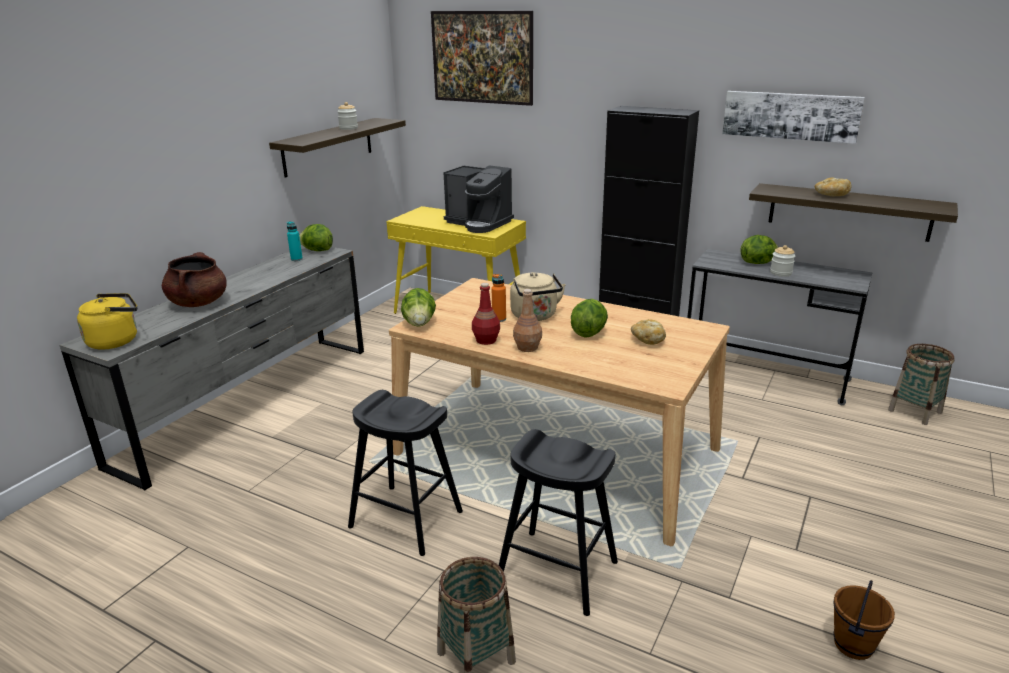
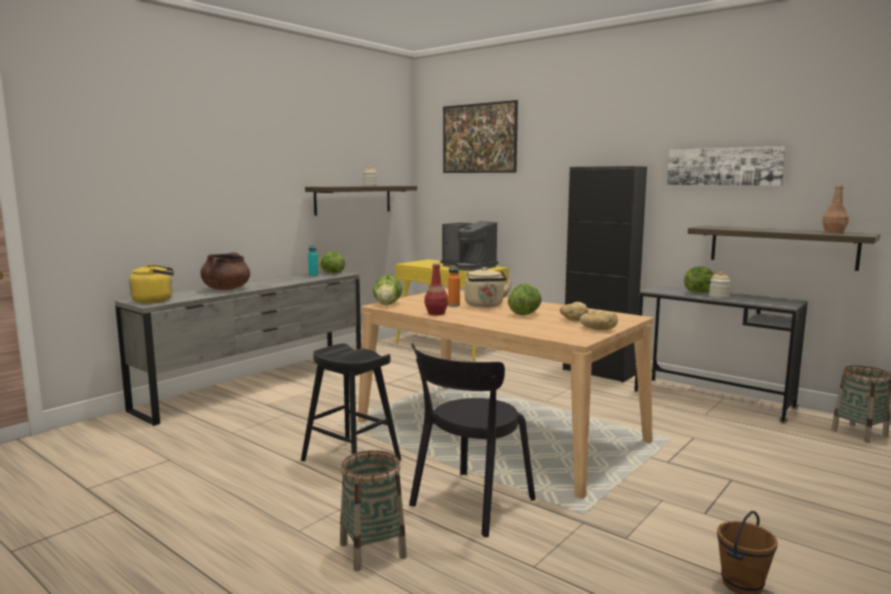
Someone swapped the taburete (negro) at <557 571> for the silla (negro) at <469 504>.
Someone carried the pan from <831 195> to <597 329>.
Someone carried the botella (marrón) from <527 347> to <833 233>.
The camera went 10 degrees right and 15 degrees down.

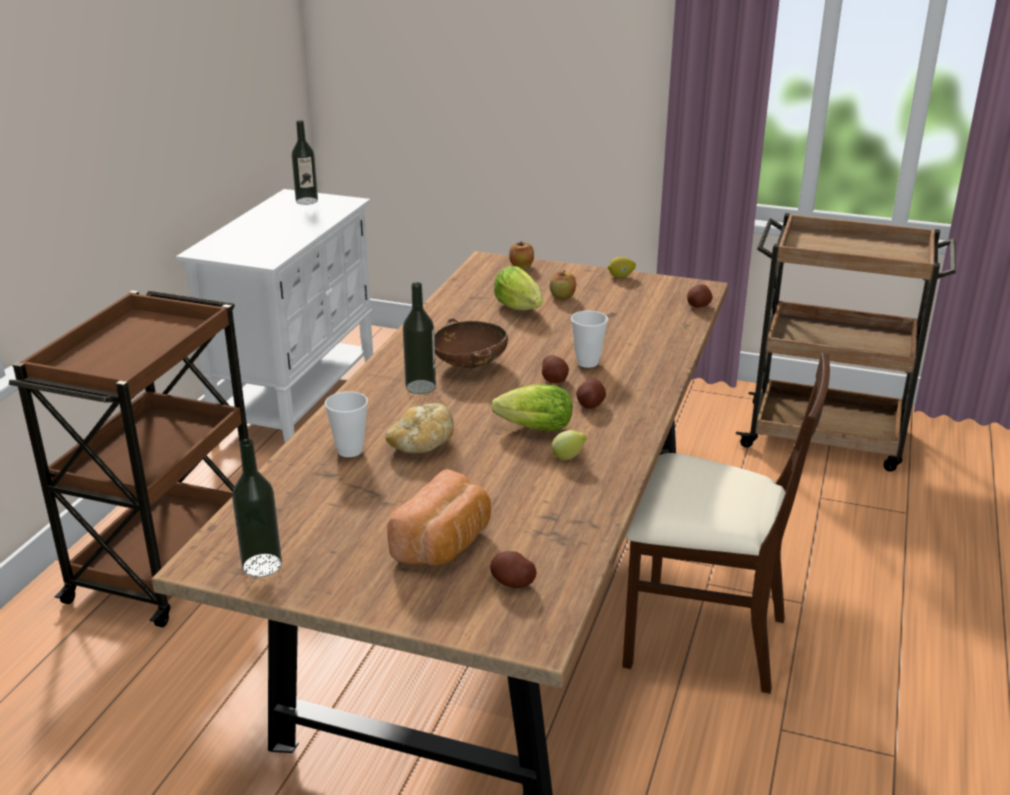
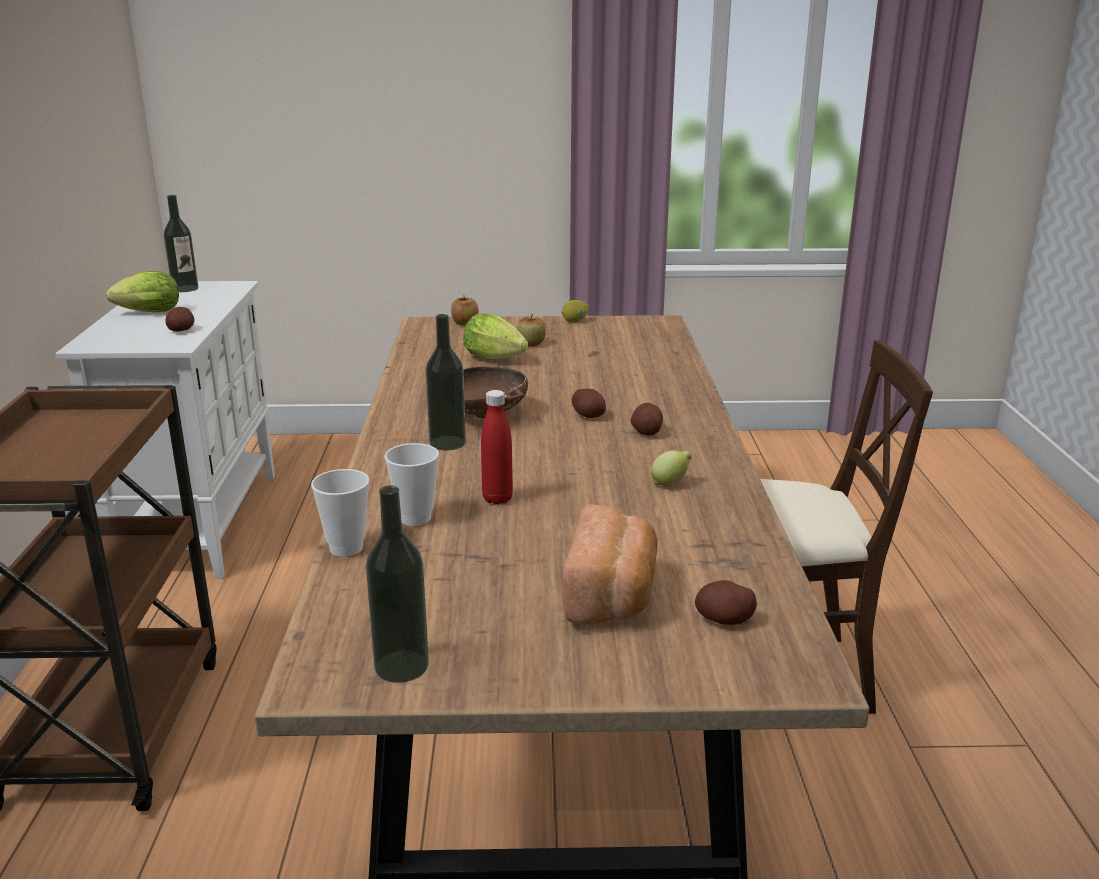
Someone carried the lechuga from <531 428> to <145 313>.
Someone carried the patata from <699 305> to <182 330>.
Someone carried the taza from <587 362> to <346 548>.
Someone swapped the pan at <422 445> for the botella (rojo) at <497 499>.
Someone took away the carrito (marrón) at <826 437>.
The camera went 20 degrees left and 5 degrees down.

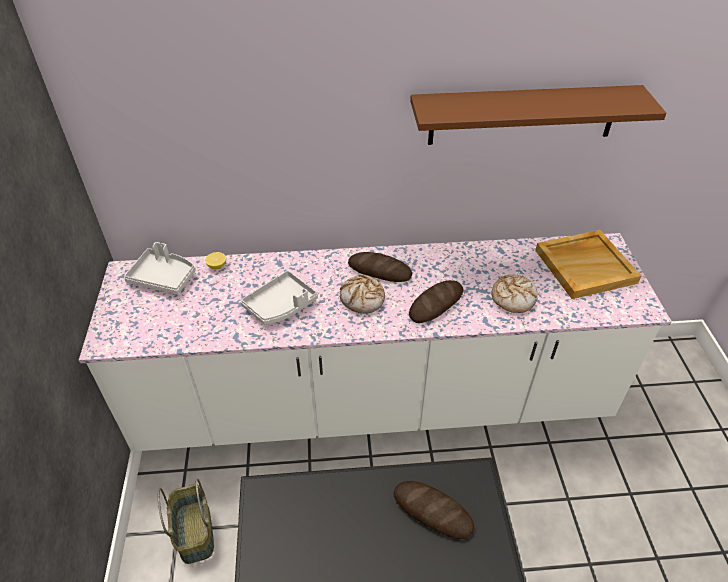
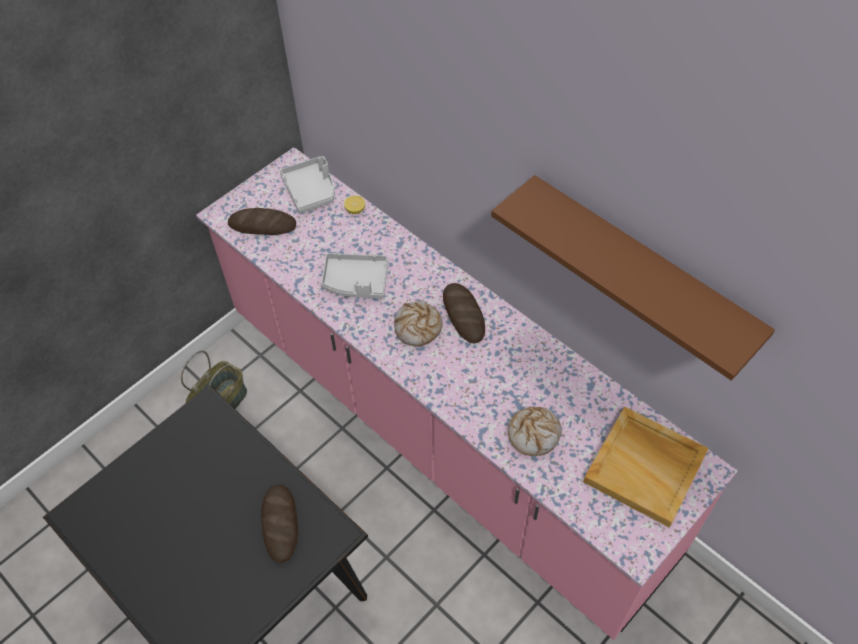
Someone repainted the mueble bajo de cocina (blanco) at <364 404>, which became the mueble bajo de cocina (rosa) at <432 423>.
Someone carried the pan from <436 304> to <262 225>.
The camera went 50 degrees right and 10 degrees up.

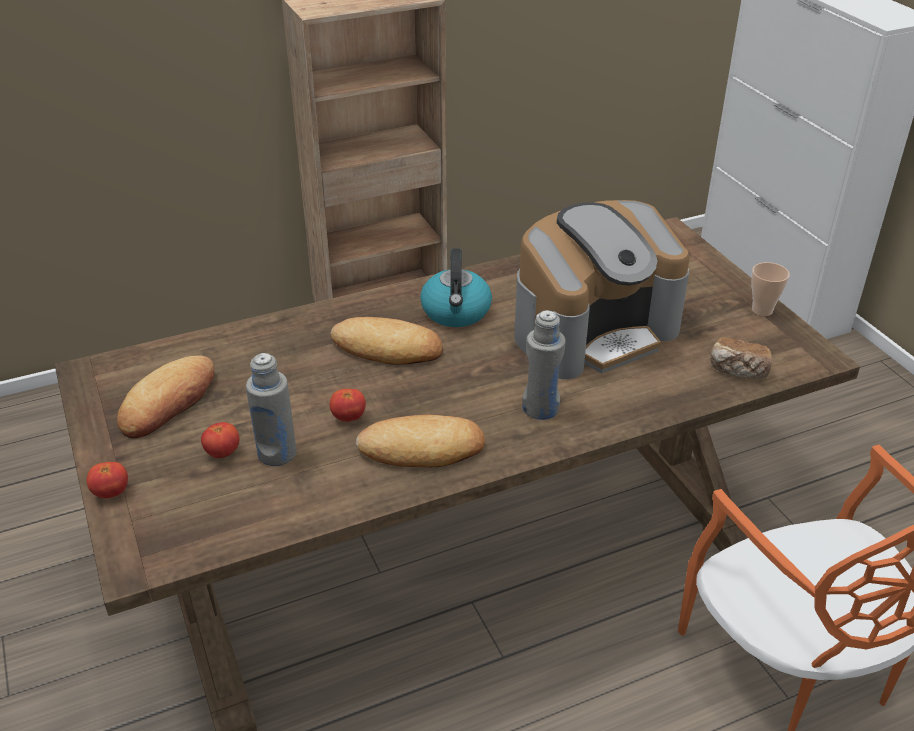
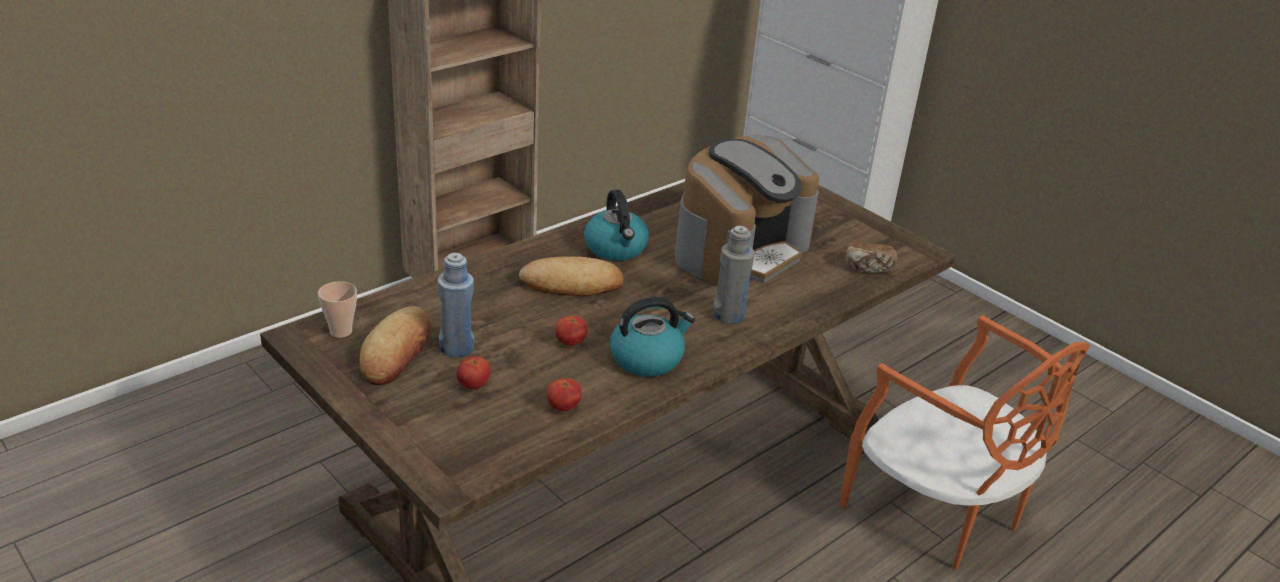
Someone carried the taza from <762 310> to <341 331>.
Someone put down the botella (azul) at <456 348>.
Someone carried the tomate from <111 492> to <563 407>.
Someone swapped the pan at <422 448> for the hervidor at <647 358>.
Someone took away the botella (gris) at <277 453>.
The camera went 20 degrees left and 5 degrees down.

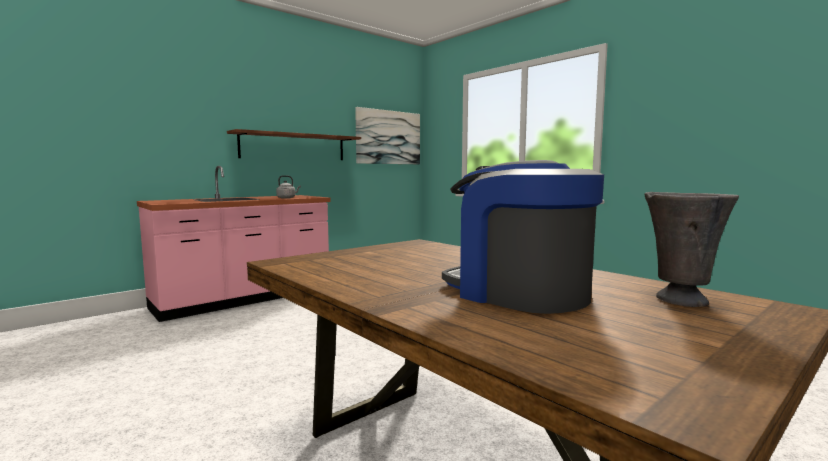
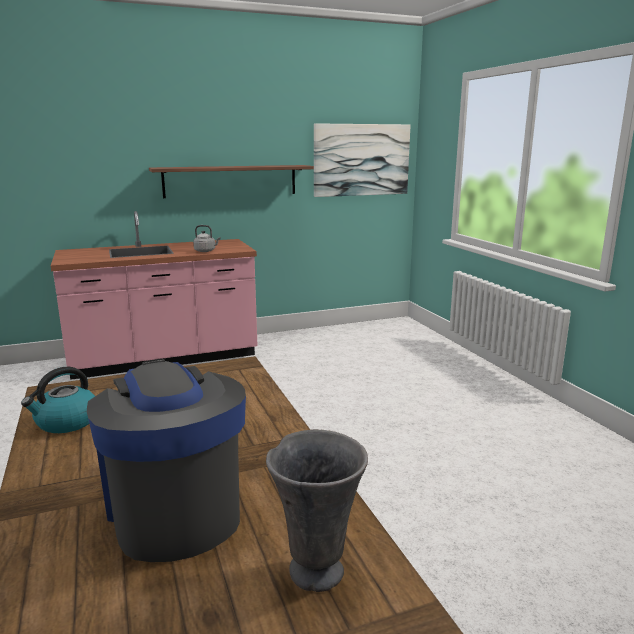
Someone put down the hervidor at <66 422>.
The camera went 20 degrees right and 10 degrees up.

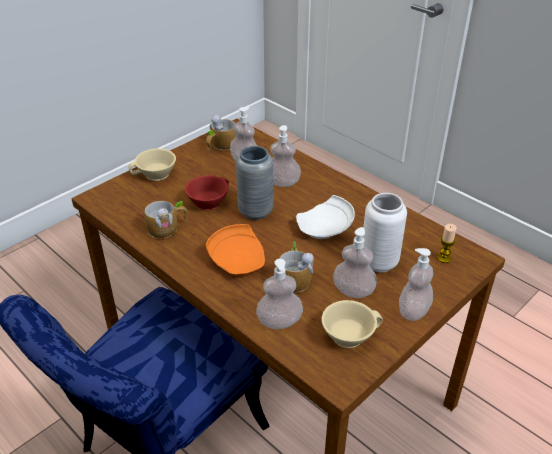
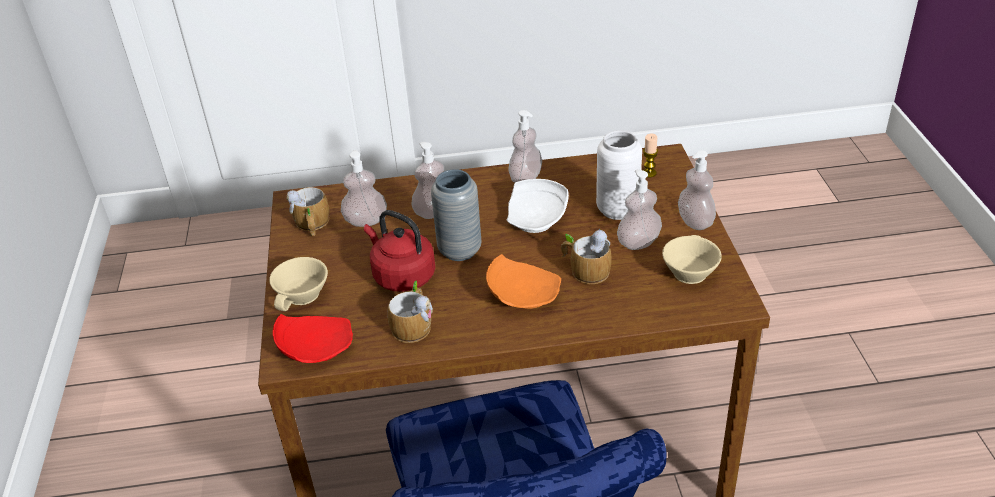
Someone put down the plato (rojo) at <315 348>.
Someone swapped the taza (rojo) at <207 201> for the hervidor (rojo) at <401 276>.
Someone carried the dispensador de jabón from <279 321> to <525 178>.
The camera went 50 degrees left and 0 degrees up.

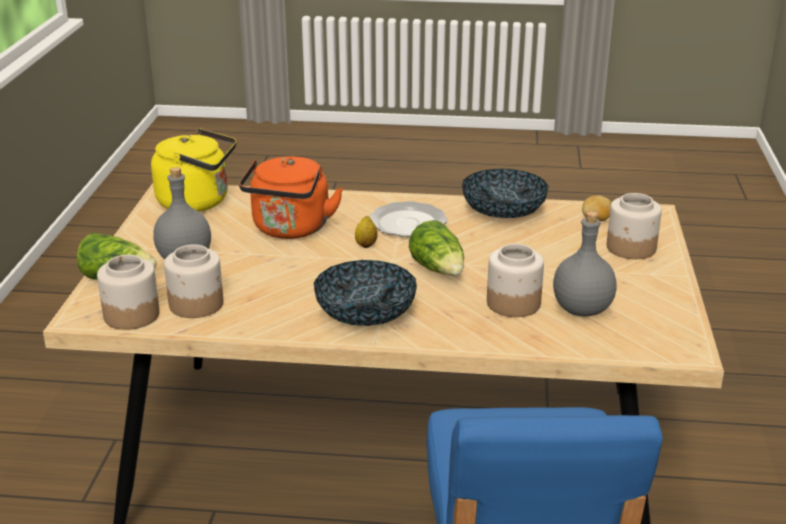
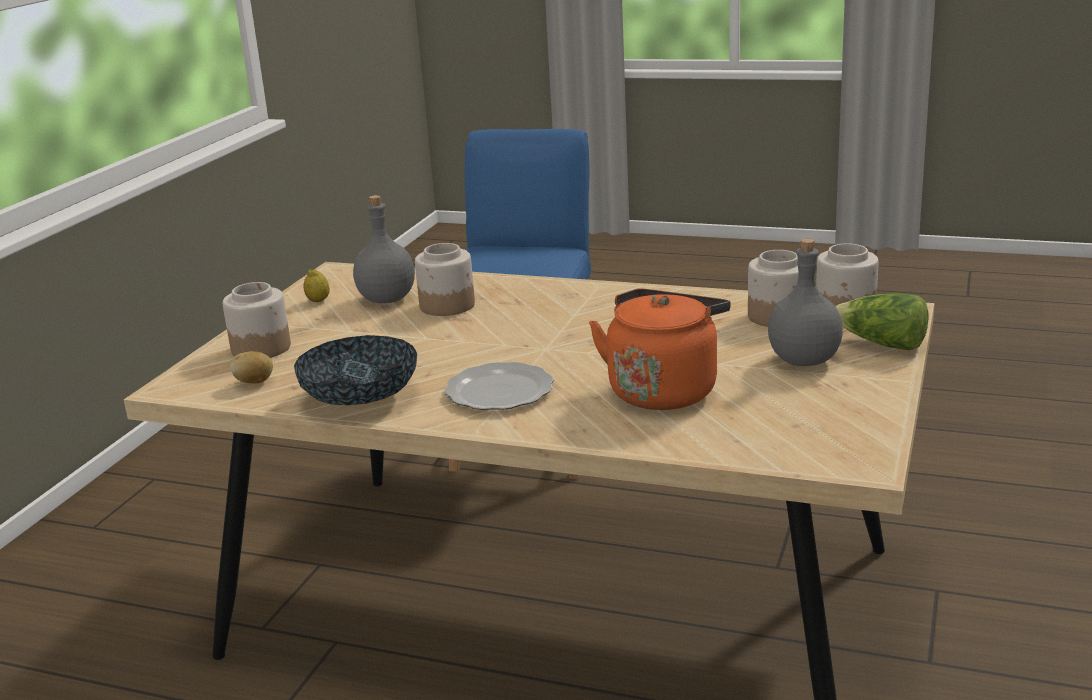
Someone carried the limón from <366 245> to <318 301>.
Someone took away the hervidor (amarillo) at <198 202>.
Someone took away the cuenco at <365 315>.
Someone took away the lechuga at <439 270>.
The camera went 165 degrees left and 5 degrees down.

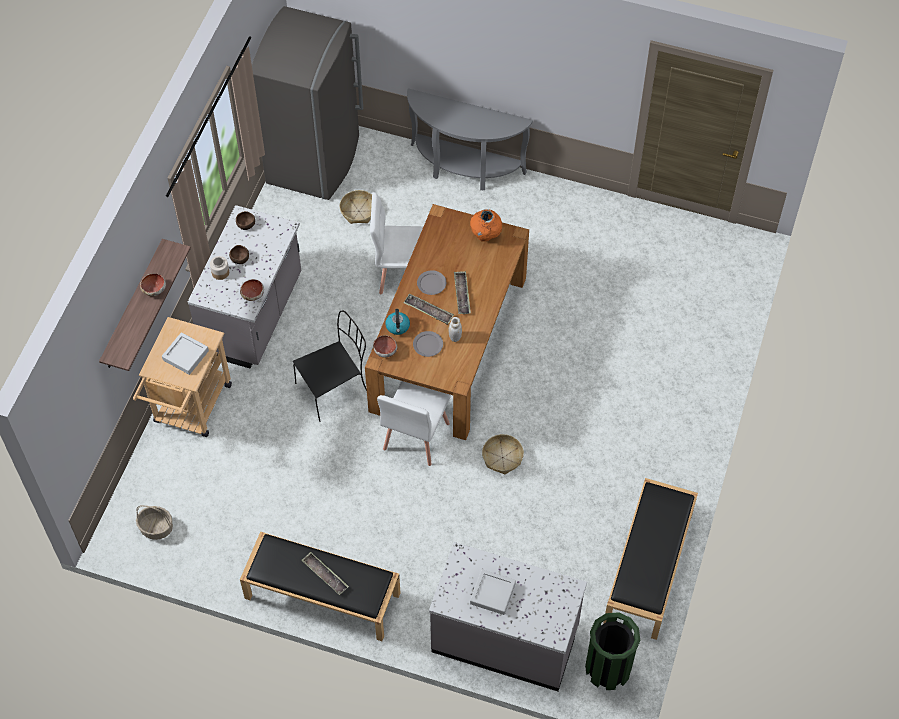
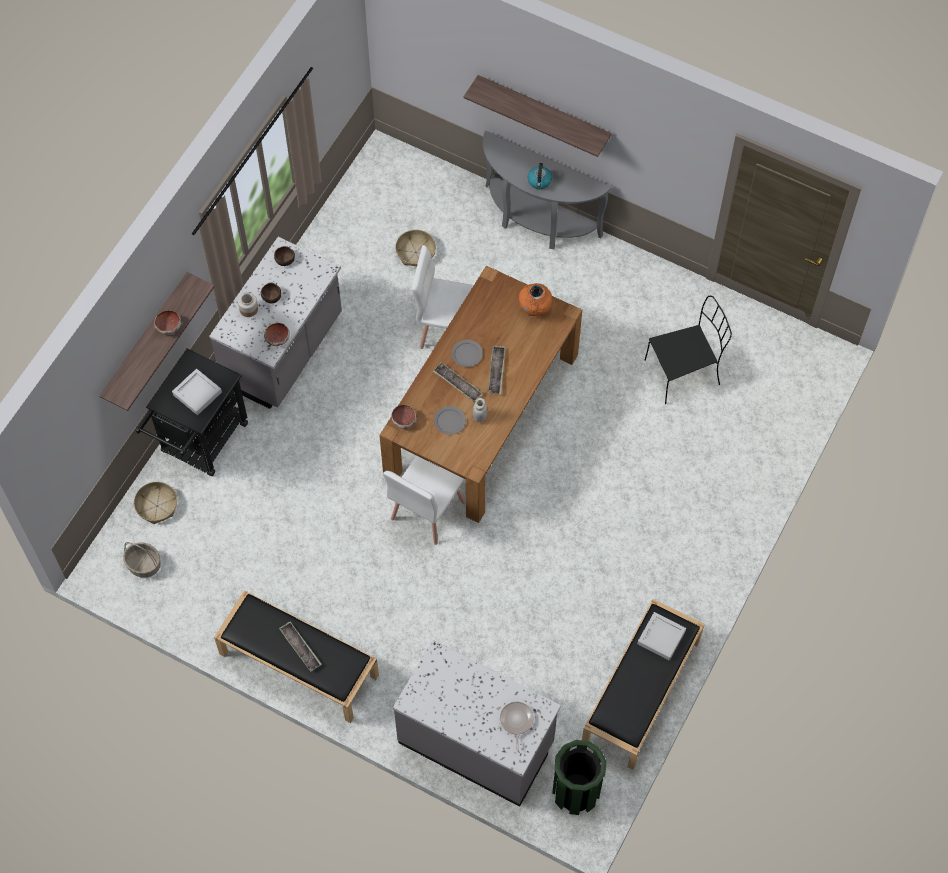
Someone carried the cesta from <502 457> to <157 506>.
Someone repainted the carrito (beis) at <190 409>, which became the carrito (negro) at <200 443>.
Someone put up the estante at <543 112>.
Someone put down the sartén at <516 721>.
Someone carried the hervidor from <398 327> to <539 181>.
Someone carried the bandeja (gris) from <492 593> to <661 637>.
Someone carried the silla (negro) from <334 388> to <684 372>.
Someone took away the nevera (gris) at <314 160>.
The camera went 10 degrees right and 5 degrees up.

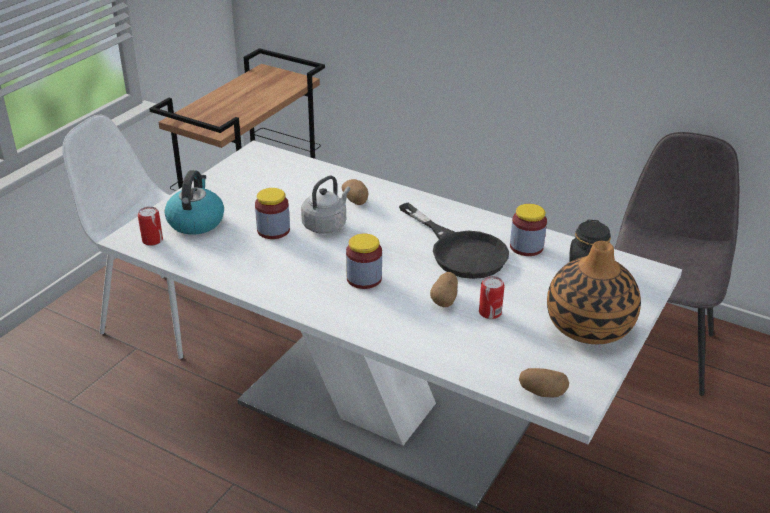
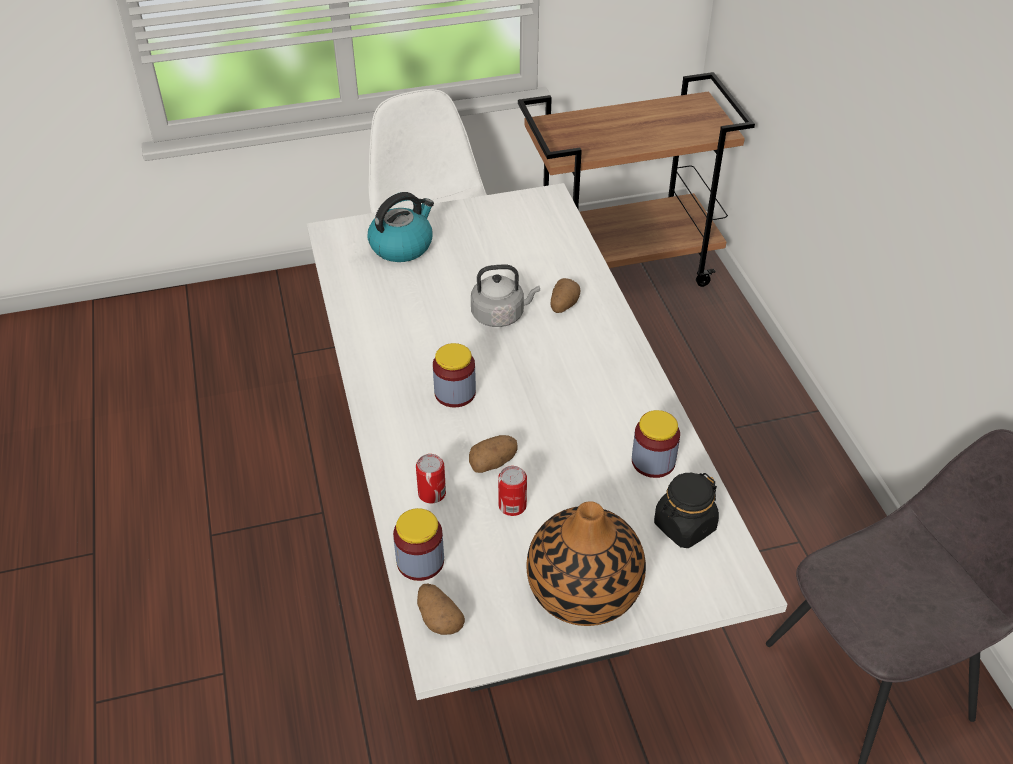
Someone carried the tarro from <273 230> to <420 561>.
Someone carried the lata from <152 240> to <432 493>.
Someone took away the sartén (negro) at <460 251>.
The camera went 45 degrees right and 10 degrees up.

